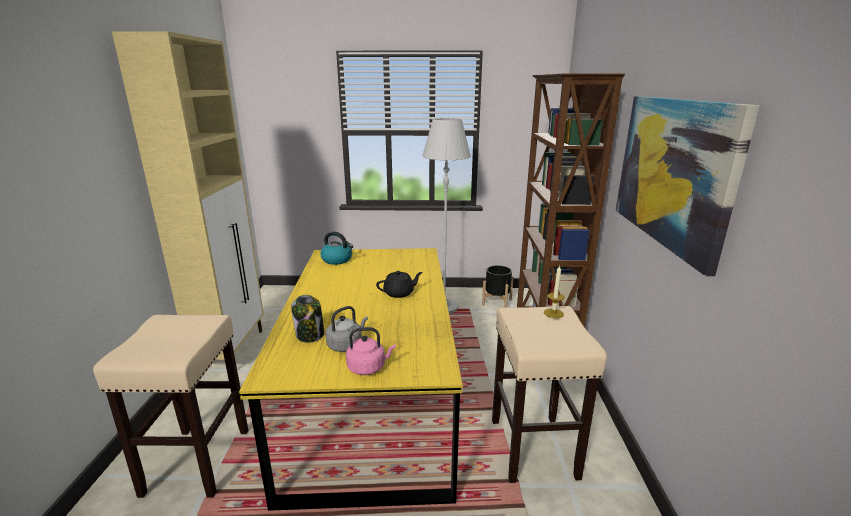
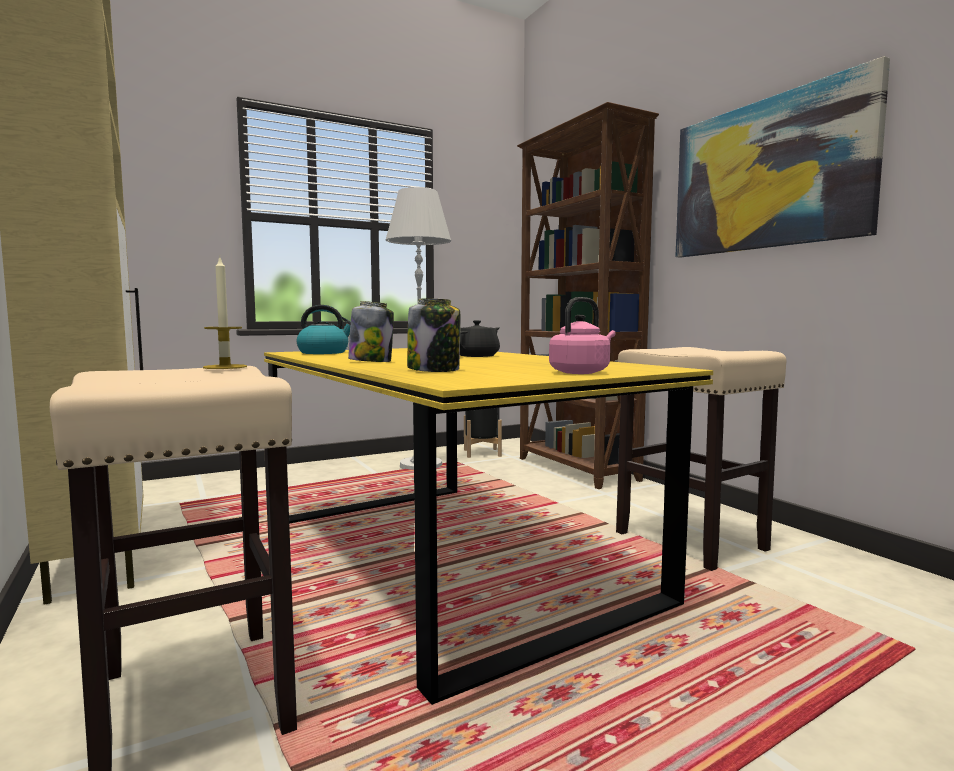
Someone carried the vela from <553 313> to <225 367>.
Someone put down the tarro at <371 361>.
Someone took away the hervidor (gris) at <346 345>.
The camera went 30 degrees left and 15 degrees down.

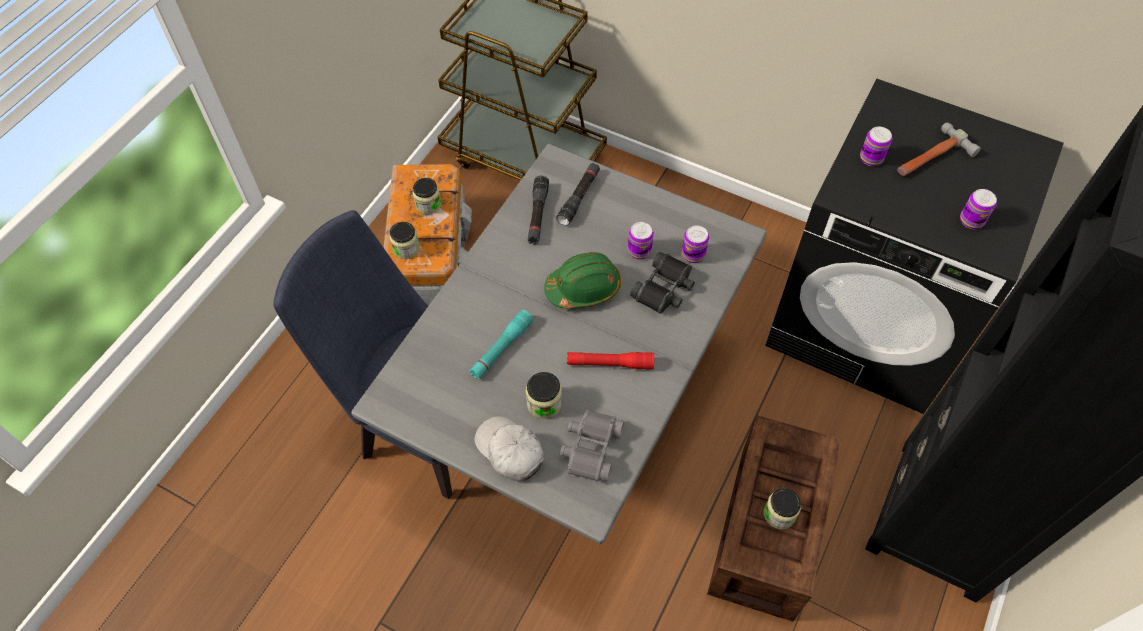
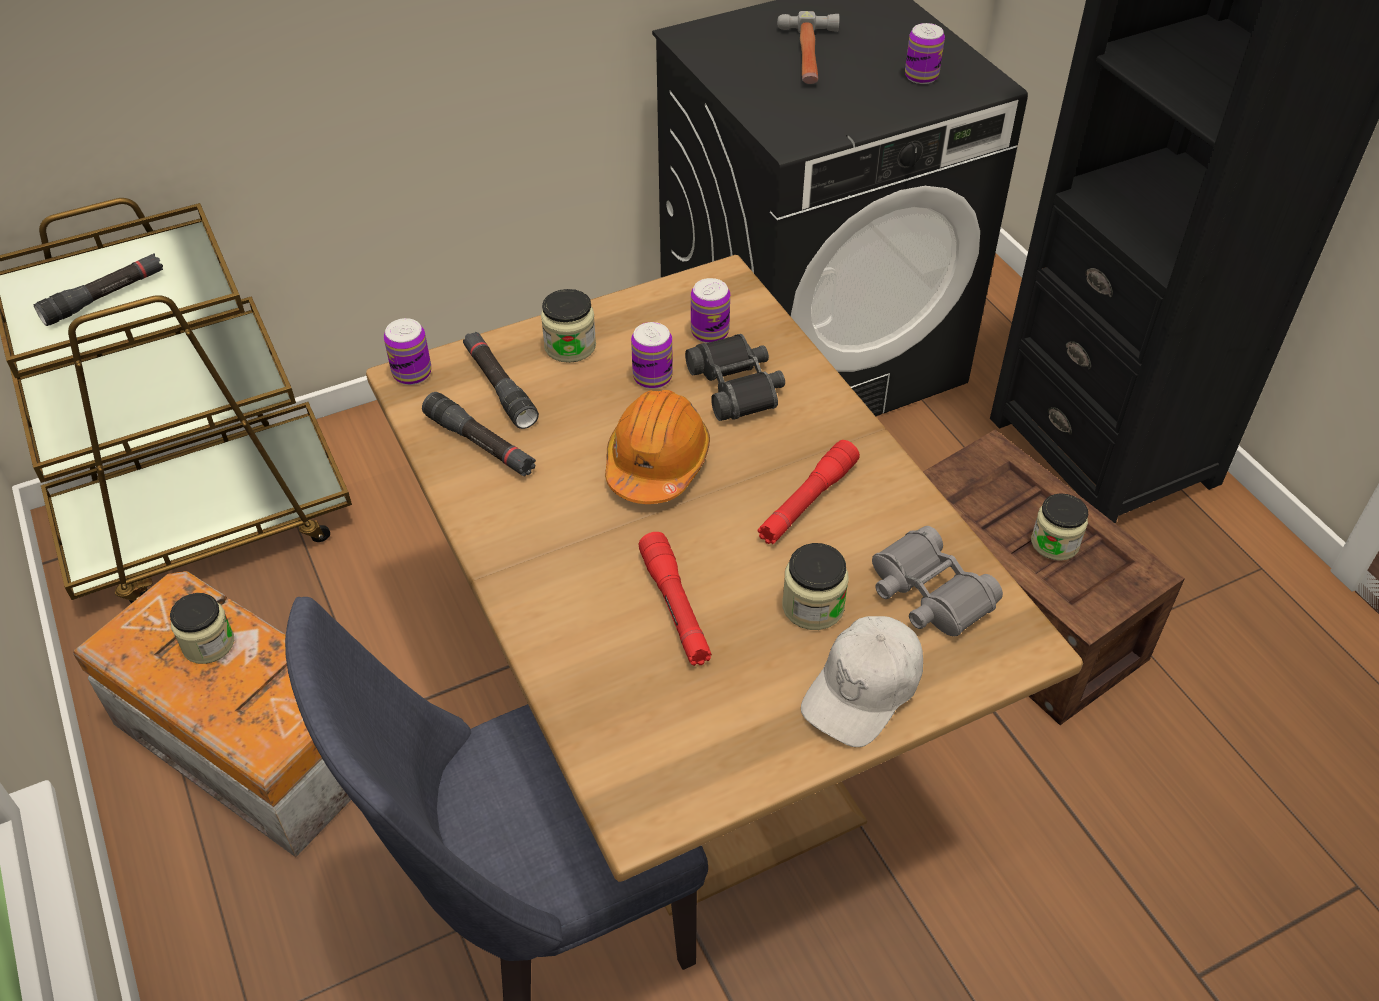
Someone put down the linterna (negro) at <104 297>.
Someone repainted the mesa de comedor (gris) at <572 416>, which became the mesa de comedor (marrón) at <689 720>.
Someone carried the lata from <871 158> to <412 373>.
Someone carried the tarro from <406 248> to <570 346>.
Someone repainted the casco (verde) at <583 288>, which became the casco (naranja) at <657 462>.
Someone repainted the linterna (turquesa) at <501 349>, which became the linterna (rojo) at <675 607>.
Someone rotated the gorra (blanco) at <510 451> by 45 degrees counterclockwise.
The camera went 55 degrees left and 10 degrees down.

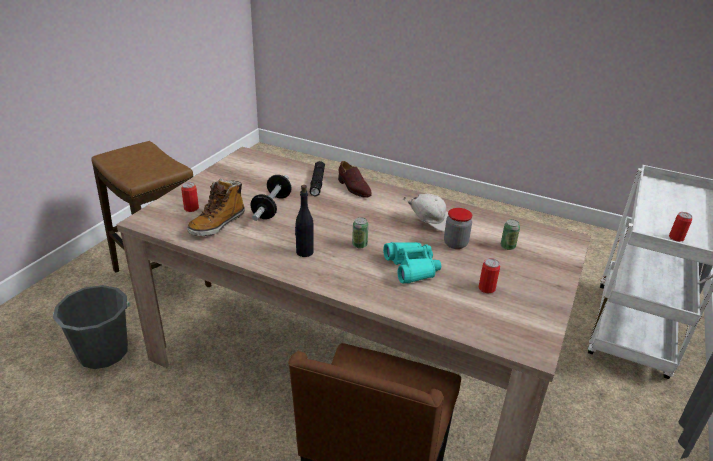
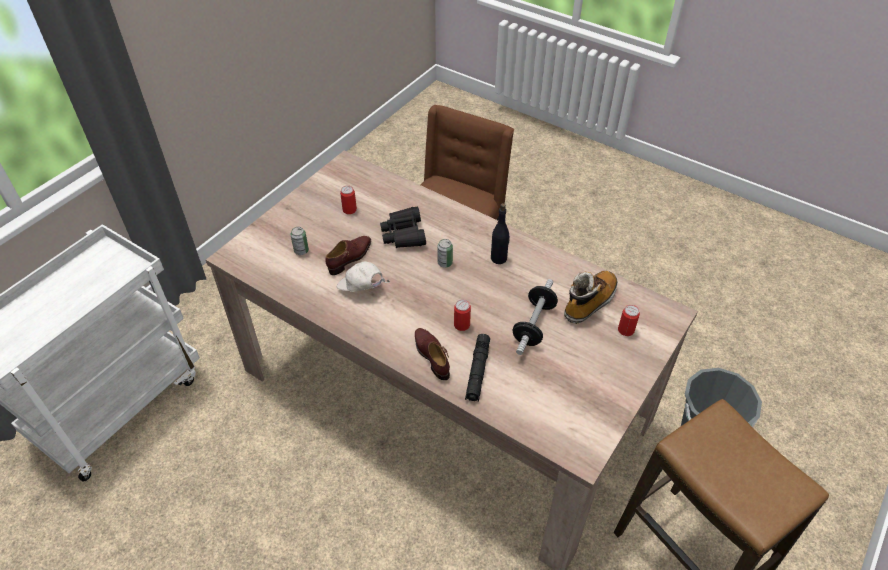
Someone swapped the tarro at <455 244> for the zapato (marrón) at <350 258>.
Someone repainted the prismáticos (turquesa) at <412 268>, which became the prismáticos (negro) at <404 234>.
Someone carried the lata from <676 238> to <461 325>.
The camera went 170 degrees left and 15 degrees up.

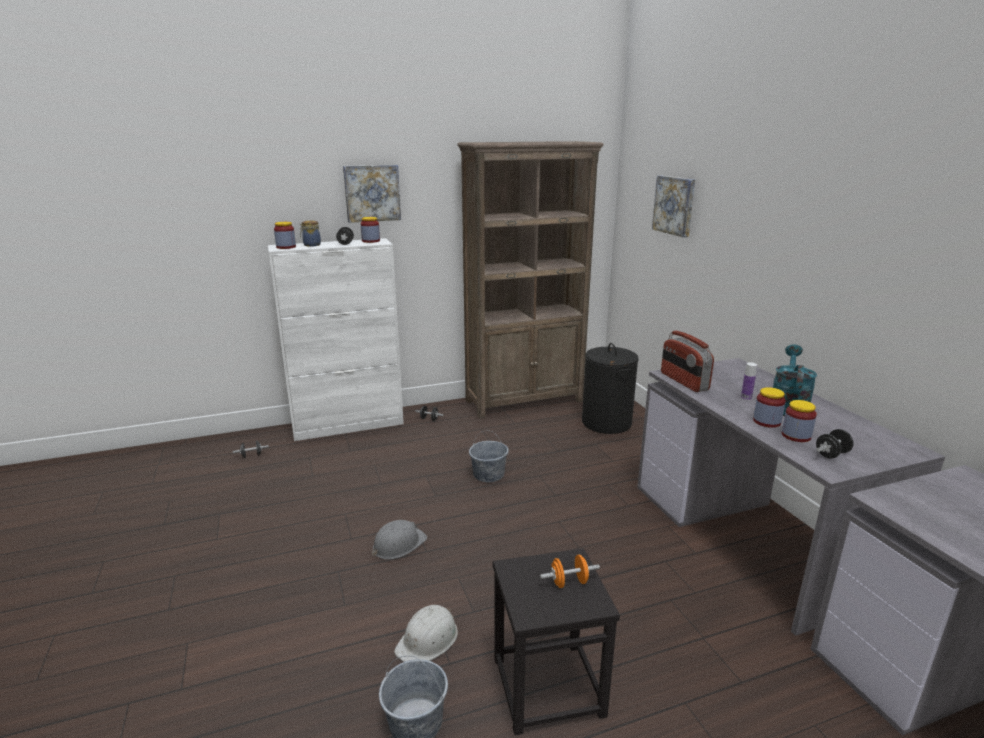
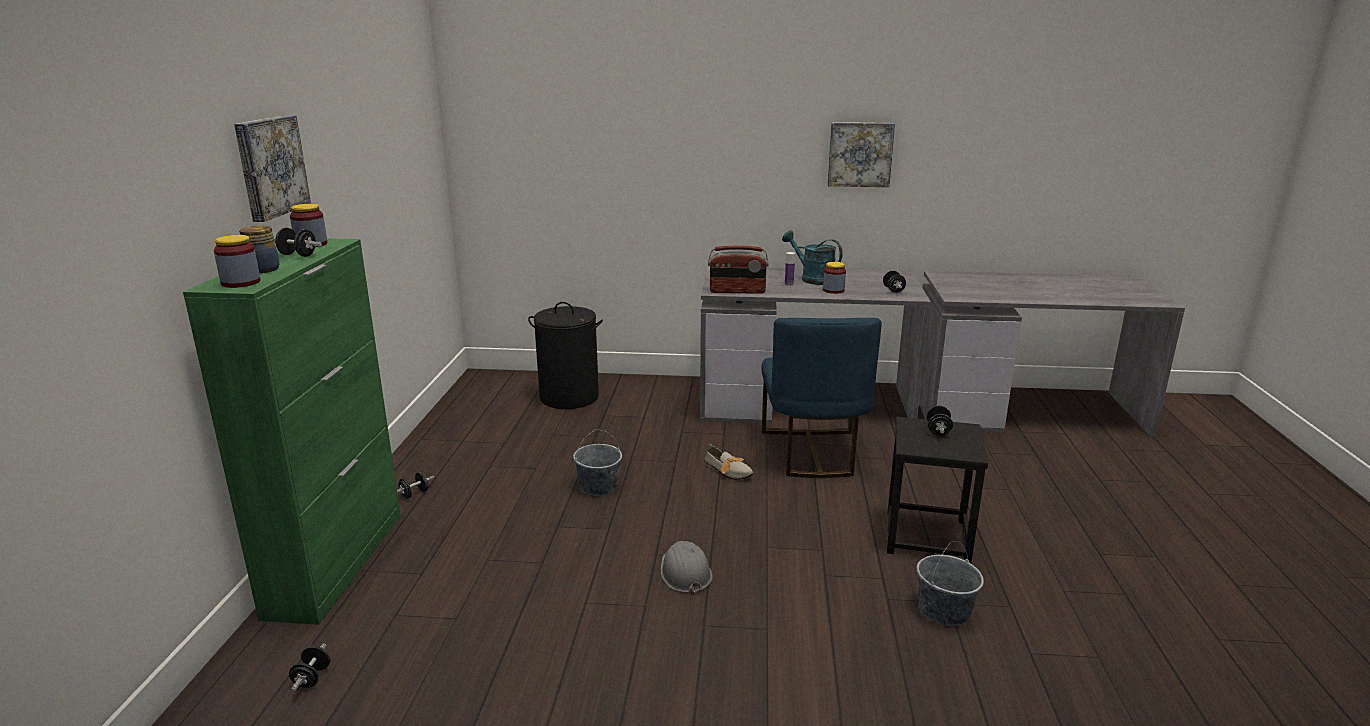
Someone repainted the armario (blanco) at <348 425>, which became the armario (verde) at <337 562>.
Someone put down the zapato at <730 472>.
Someone put down the silla (azul) at <812 453>.
Someone carried the cuadro from <675 205> to <860 154>.
Someone repainted the mancuerna (naranja) at <569 582>, which became the mancuerna (negro) at <938 431>.
Someone took away the casco (blanco) at <428 640>.
Someone took away the estantería (marrón) at <525 401>.
Someone took away the tarro at <796 436>.
The camera went 65 degrees left and 0 degrees up.

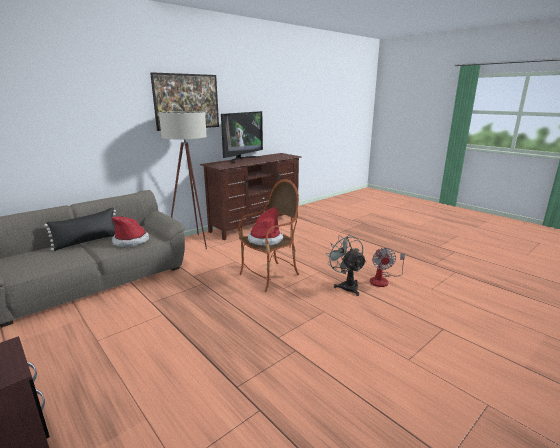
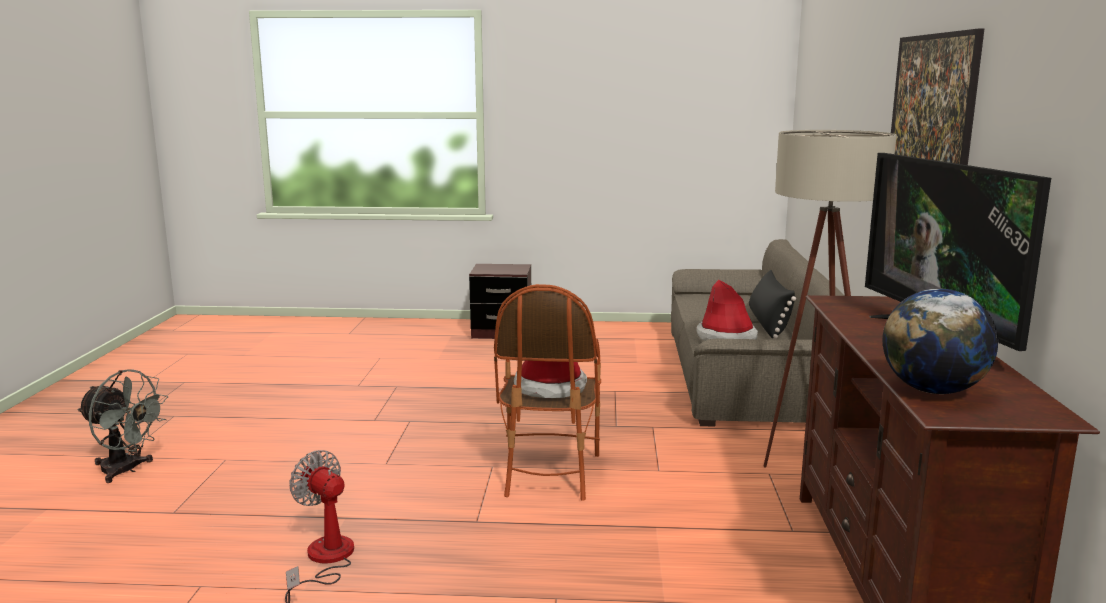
Someone carried the ventilador (gris) from <346 286> to <127 470>.
Someone put down the globo terráqueo at <933 390>.
The camera went 135 degrees right and 5 degrees down.

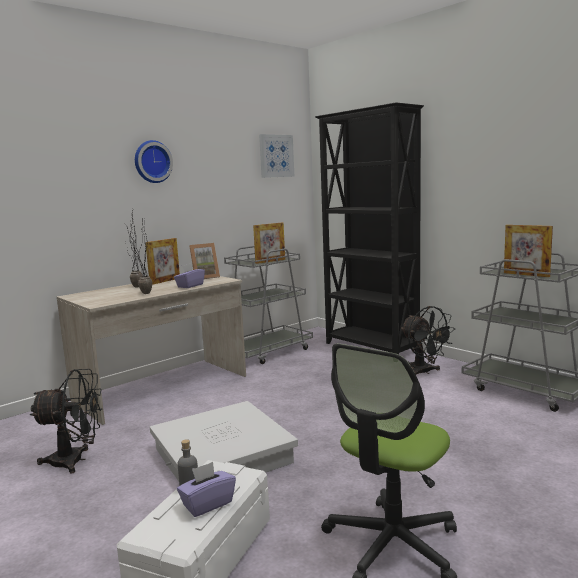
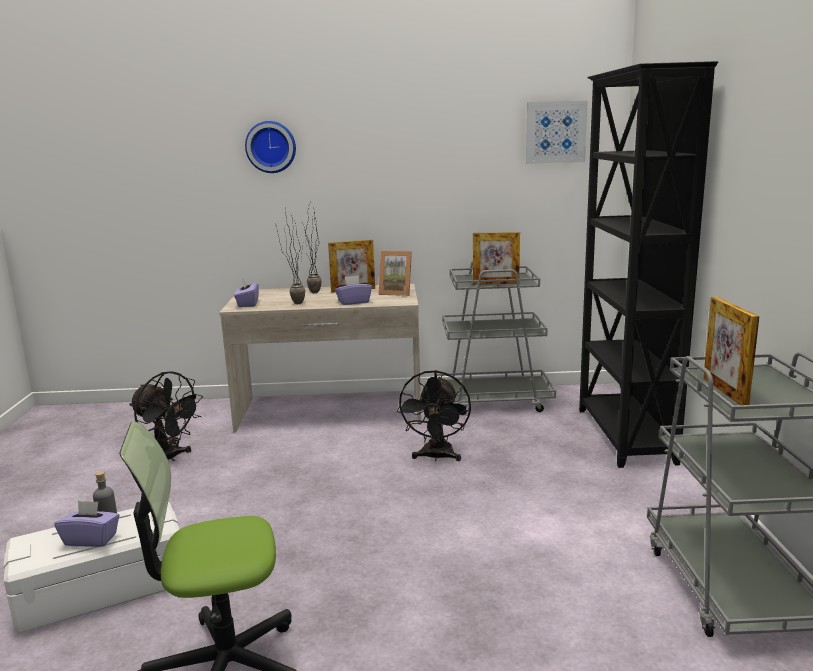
Someone put down the caja de pañuelos (morado) at <247 304>.
Someone carried the reloj de pared from <152 162> to <271 147>.
Someone carried the ventilador (negro) from <424 372> to <436 457>.
Someone took away the caja de almacenaje (blanco) at <222 455>.
The camera went 40 degrees right and 5 degrees up.

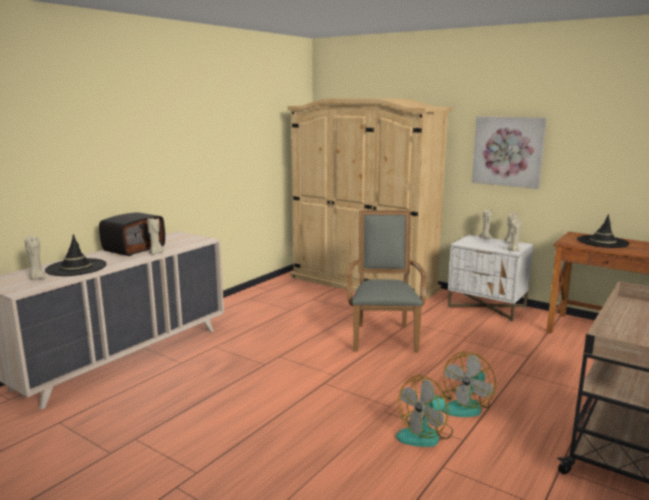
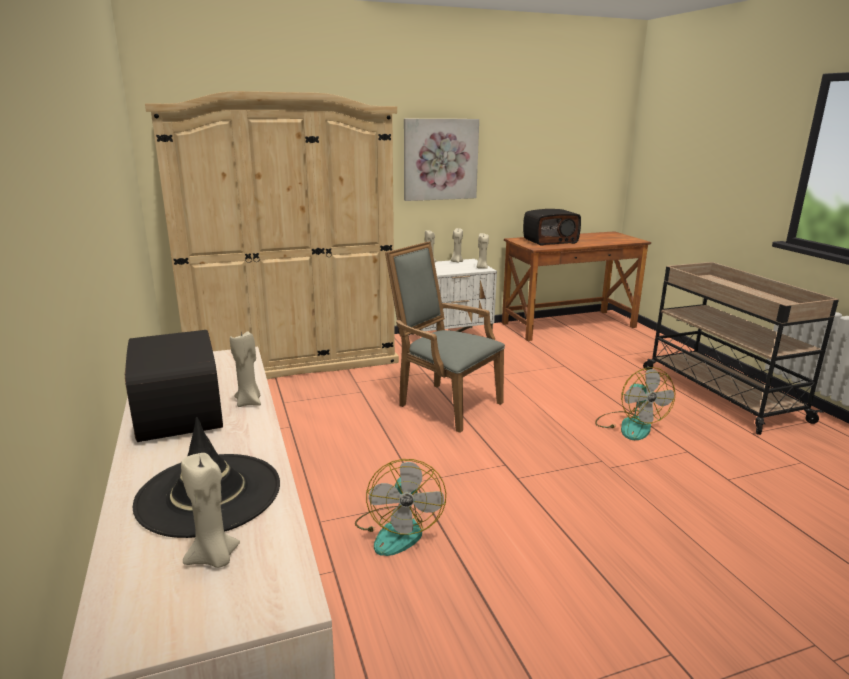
Someone carried the ventilador from <425 434> to <397 530>.
Someone swapped the sombrero (negro) at <602 242> for the radio at <550 241>.
The camera went 55 degrees left and 5 degrees up.

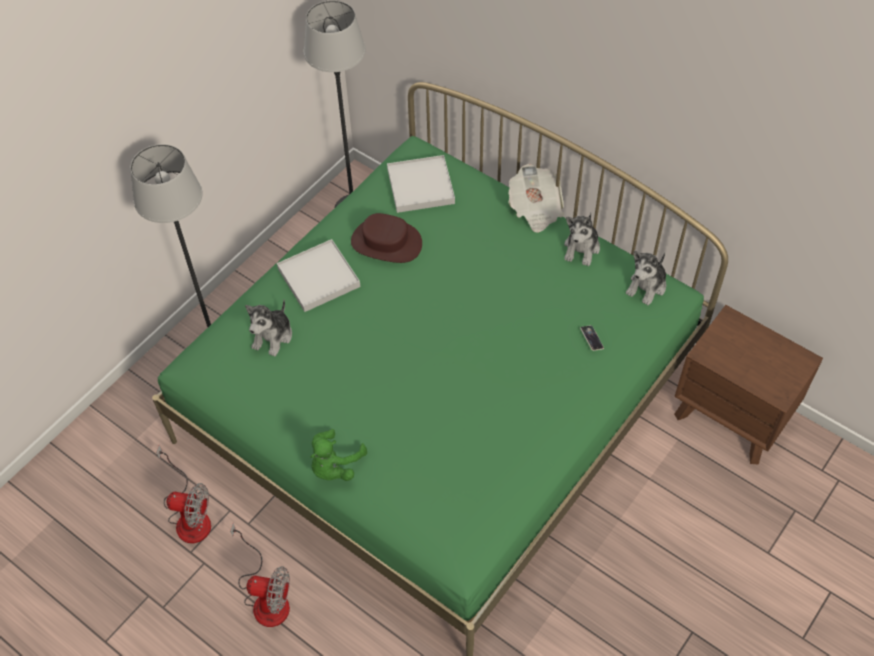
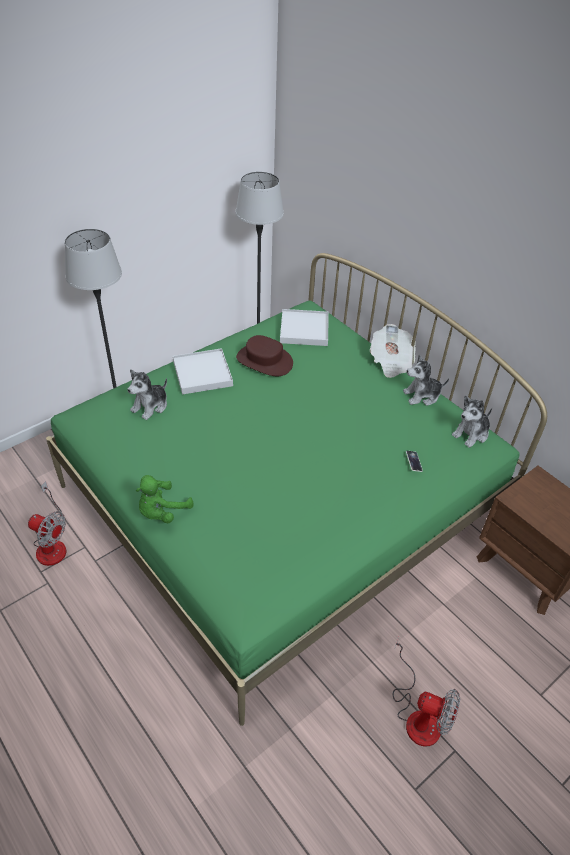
Someone carried the ventilador from <266 597> to <418 715>.
Someone rotated the peluche at <581 248> by 45 degrees clockwise.
The camera went 10 degrees right and 10 degrees down.

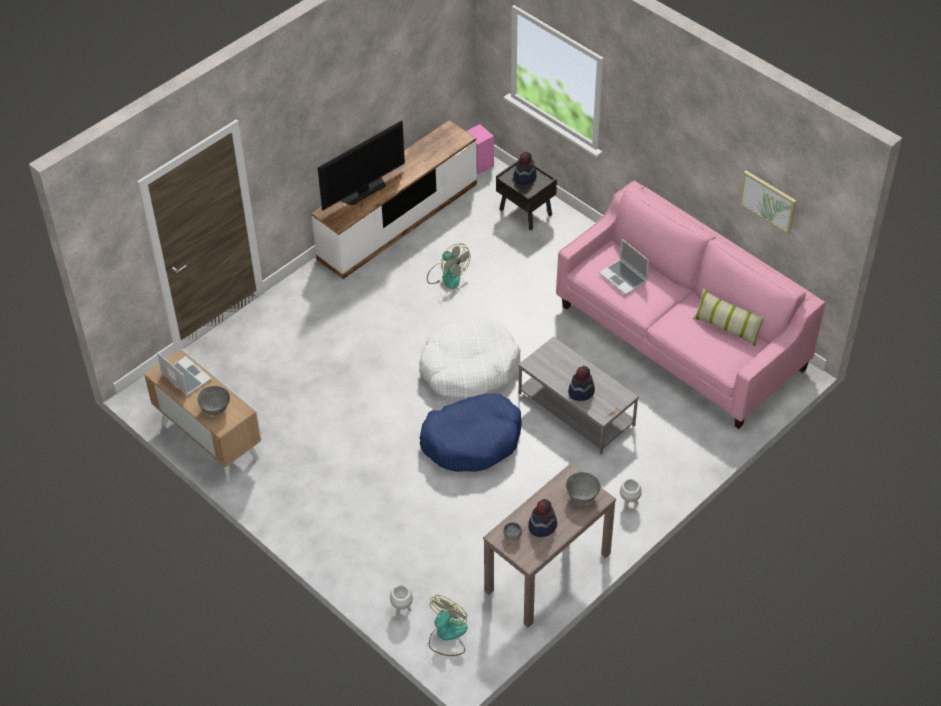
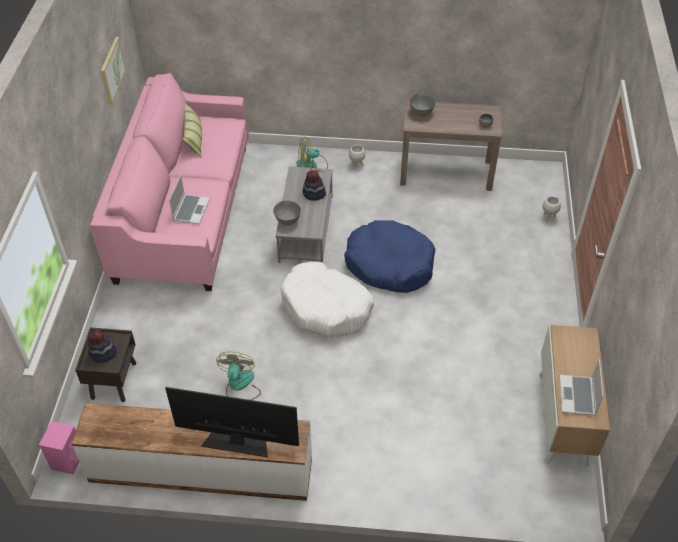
Someone carried the cuenco (gris) from <215 409> to <288 220>.
Someone carried the ventilador from <447 635> to <312 165>.
Someone took away the sombrero at <542 526>.
The camera went 130 degrees left and 0 degrees up.

